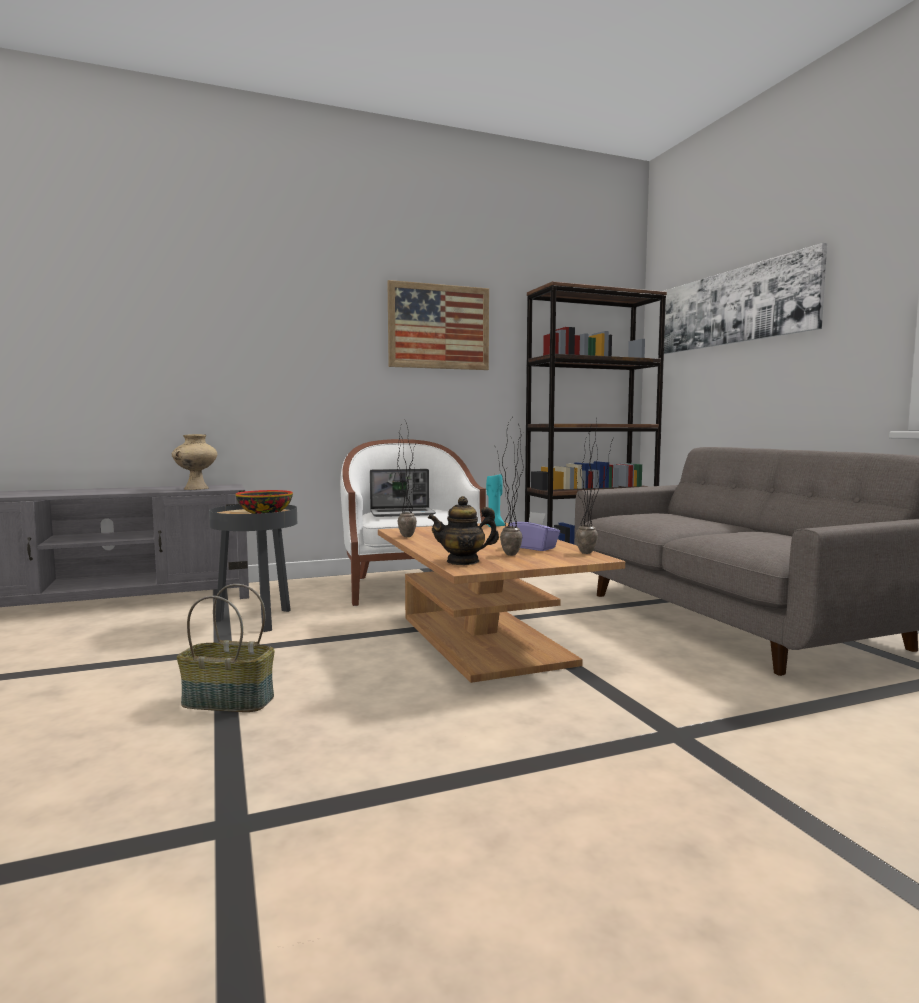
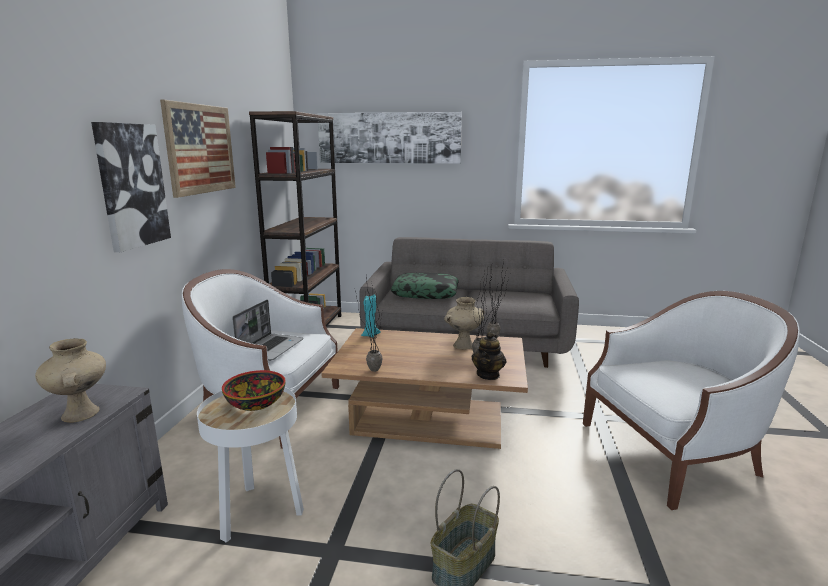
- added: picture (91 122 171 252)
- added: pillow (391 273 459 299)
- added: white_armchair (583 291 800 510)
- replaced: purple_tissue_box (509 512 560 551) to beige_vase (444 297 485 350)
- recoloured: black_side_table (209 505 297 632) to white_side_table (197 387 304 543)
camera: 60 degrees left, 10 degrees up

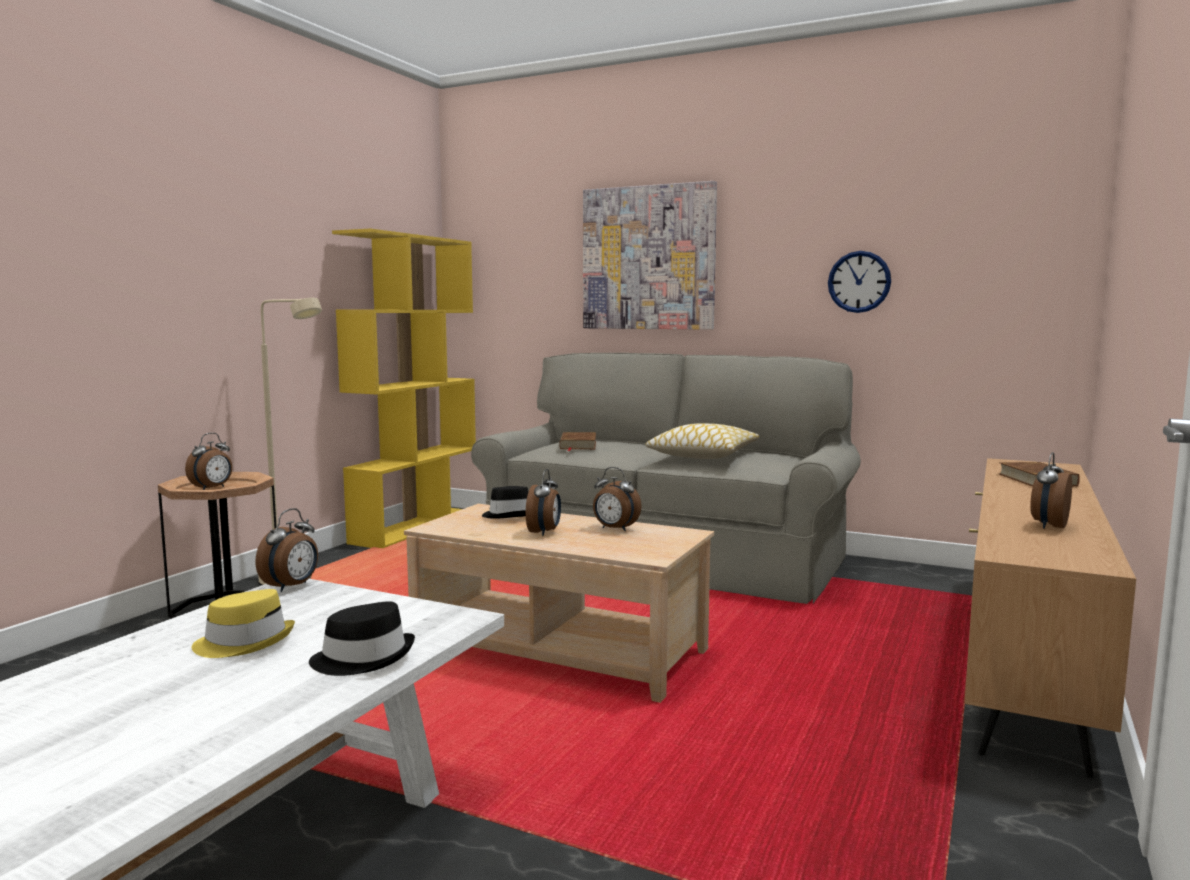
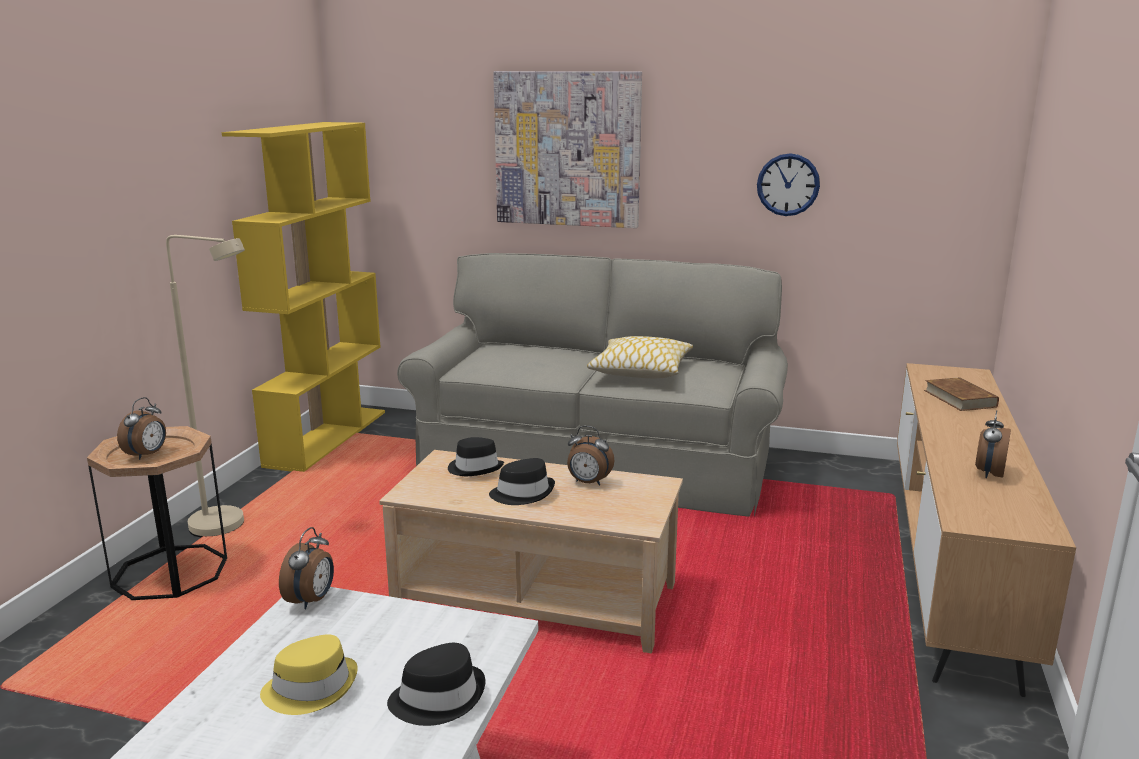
- removed: brown_book (559 432 596 451)
- replaced: alarm_clock (526 469 561 536) to black_hat (489 458 555 505)
camera: 10 degrees left, 10 degrees up

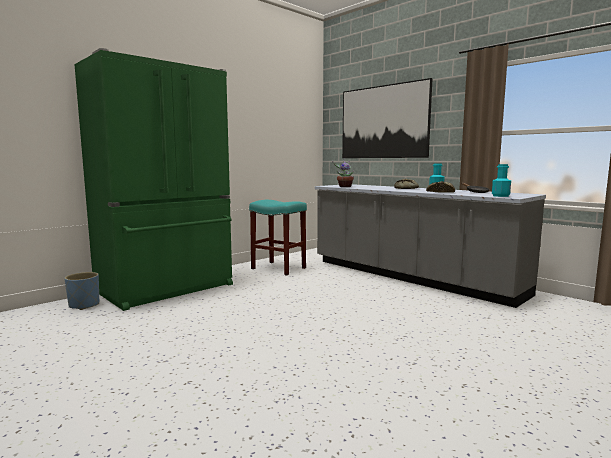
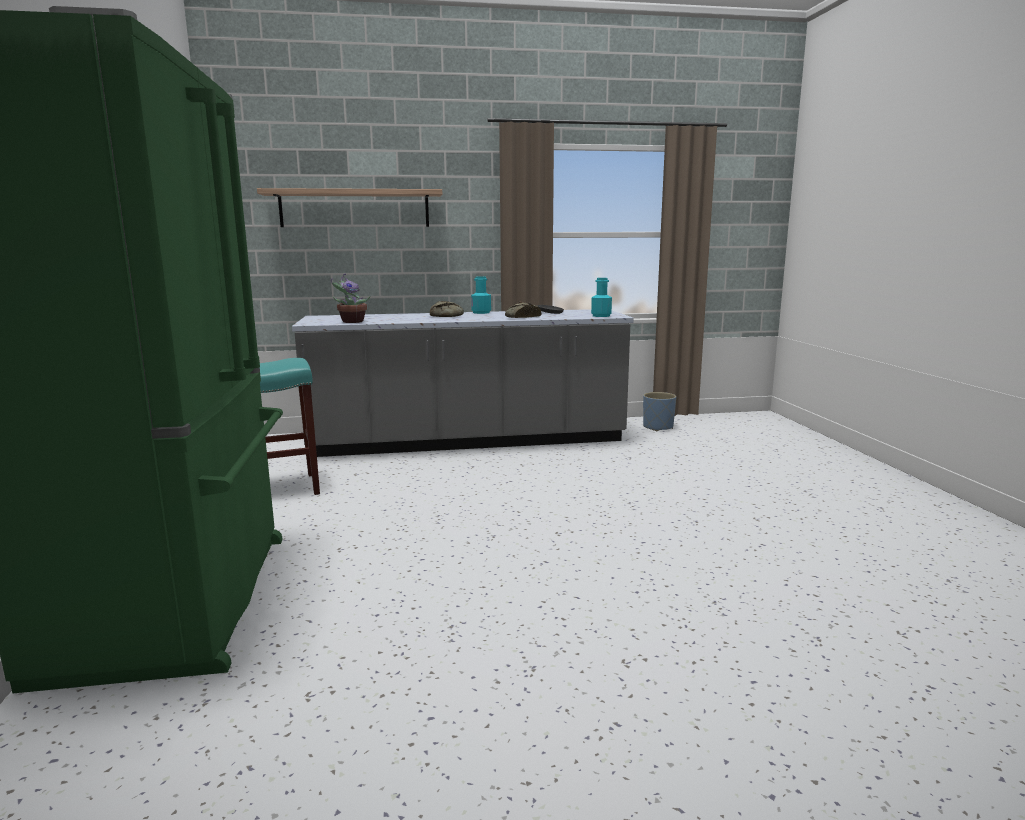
- moved: blue_planter (64 272 99 310) to (643 392 676 431)
- replaced: picture (342 78 433 158) to shelf (257 188 442 227)
camera: 55 degrees left, 5 degrees up

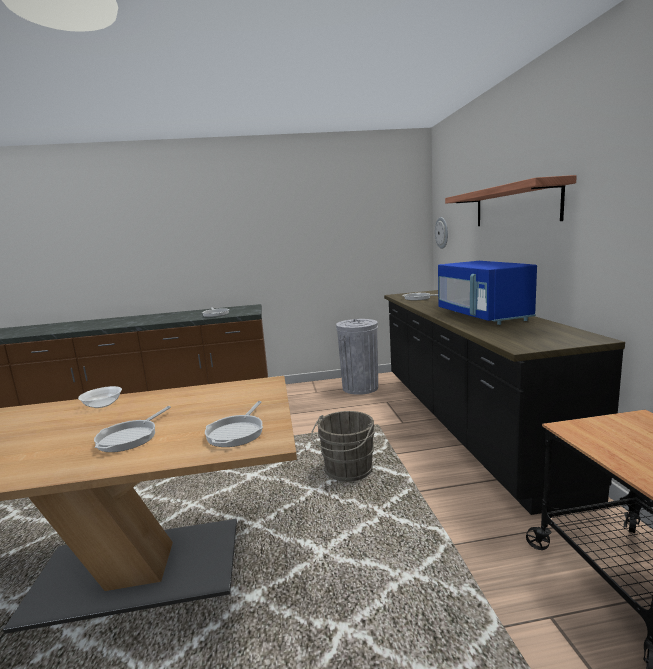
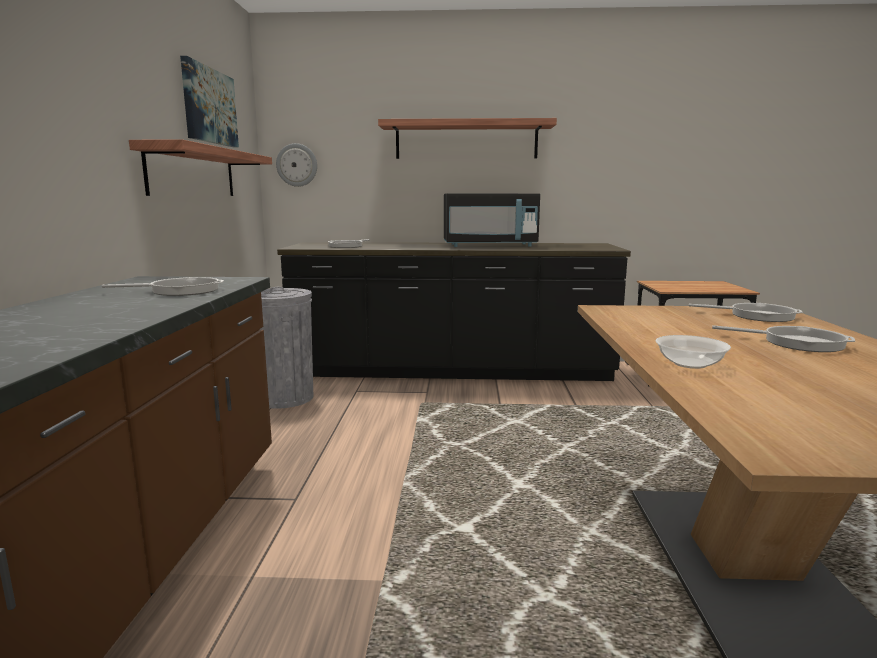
- removed: grey_bucket (311 411 375 482)
- added: shelf (129 139 272 196)
- added: picture (180 56 239 147)
- recoloured: blue_microwave (438 261 537 325) to black_microwave (444 193 540 247)
camera: 80 degrees left, 0 degrees up

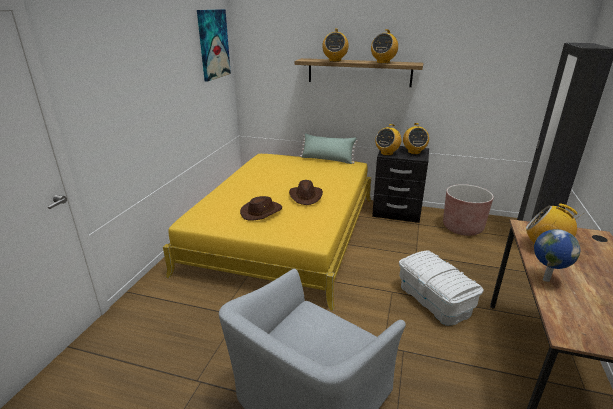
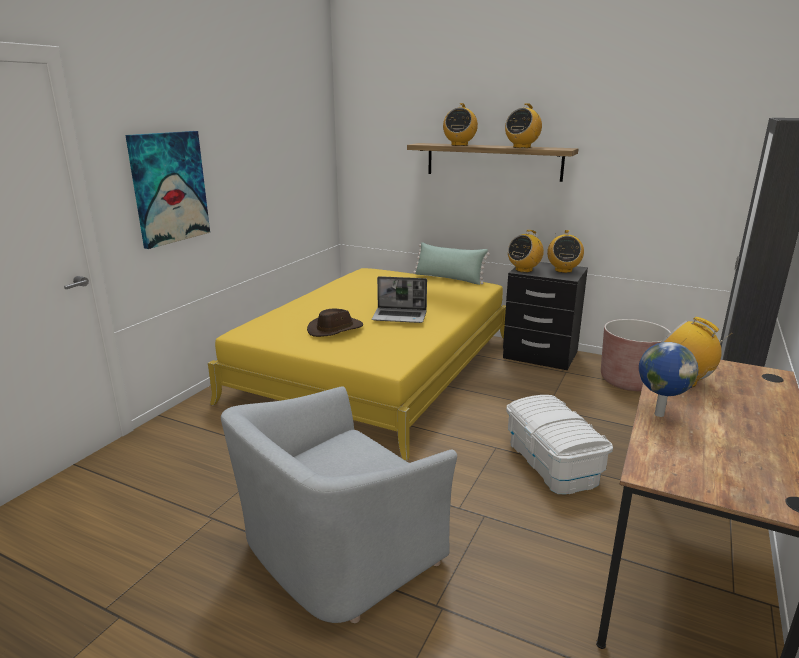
- moved: picture (197 9 231 82) to (125 131 210 249)
- replaced: brown_hat (289 180 323 205) to laptop (372 276 427 323)
camera: 10 degrees right, 5 degrees down

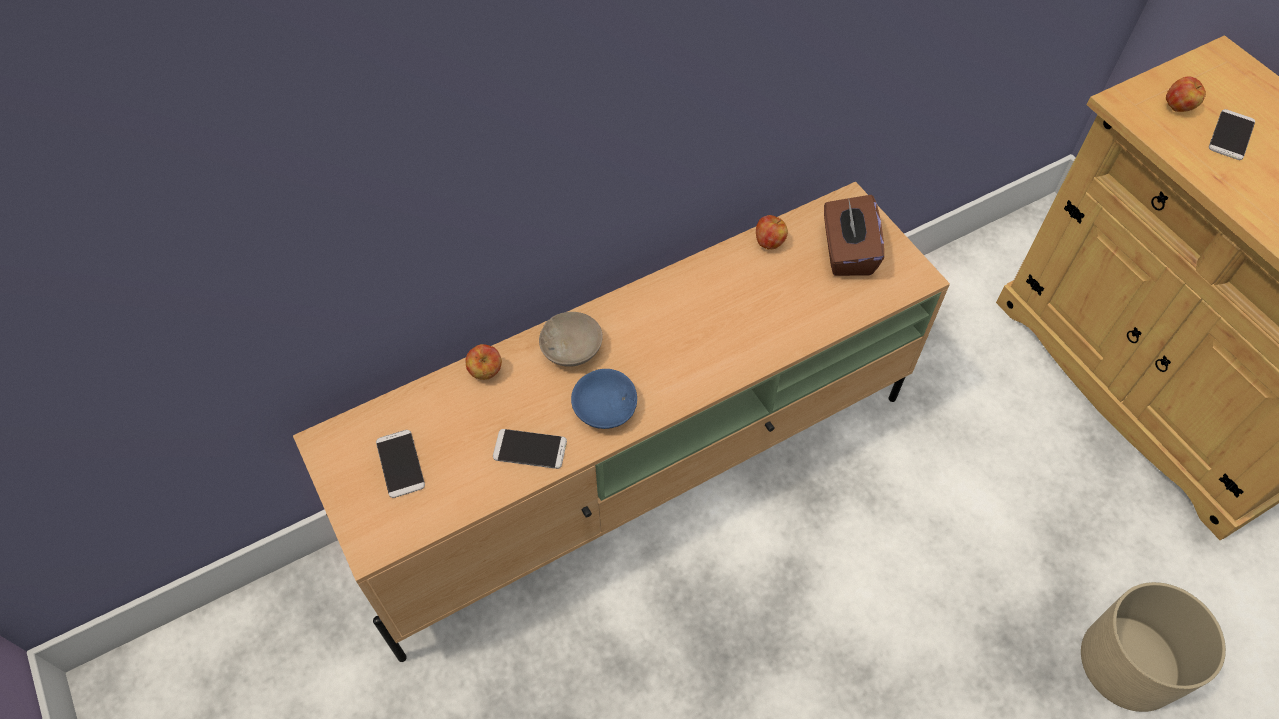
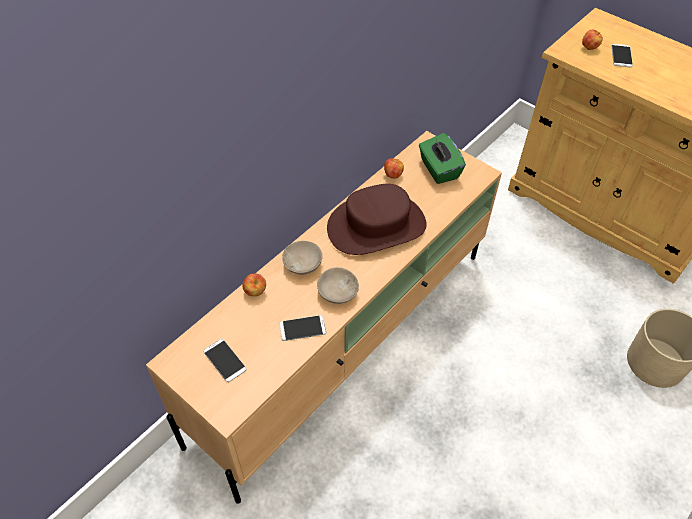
- added: brown_hat (327 184 427 255)
- recoloured: blue_bowl (571 369 637 429) to beige_bowl (317 267 359 304)
- recoloured: brown_tissue_box (824 195 884 276) to green_tissue_box (419 133 466 184)
camera: 20 degrees left, 5 degrees down

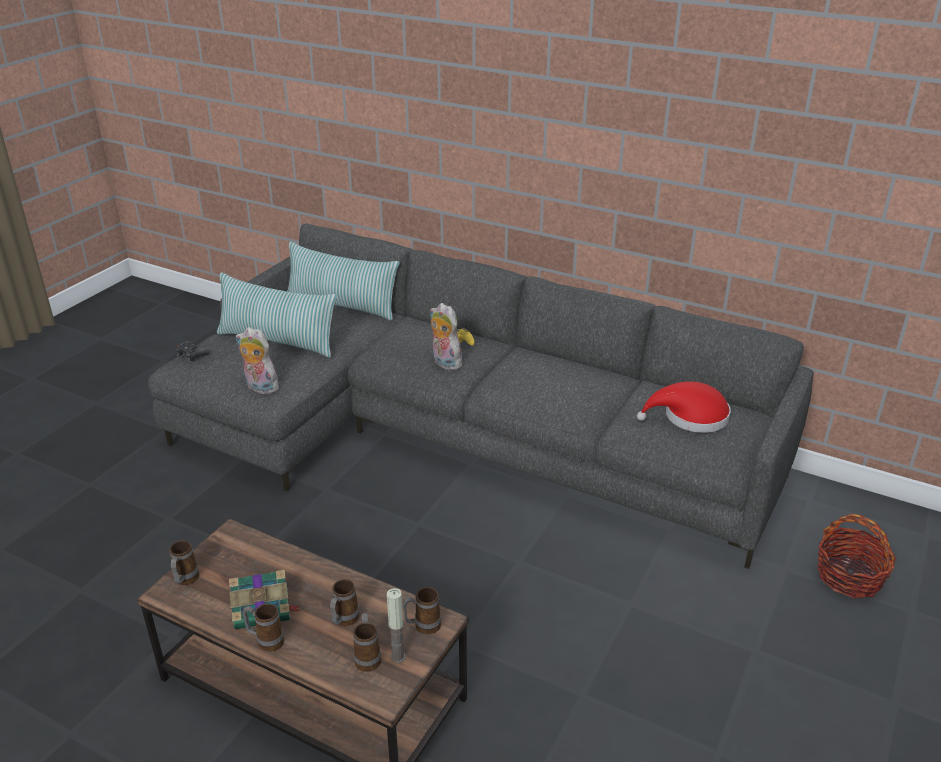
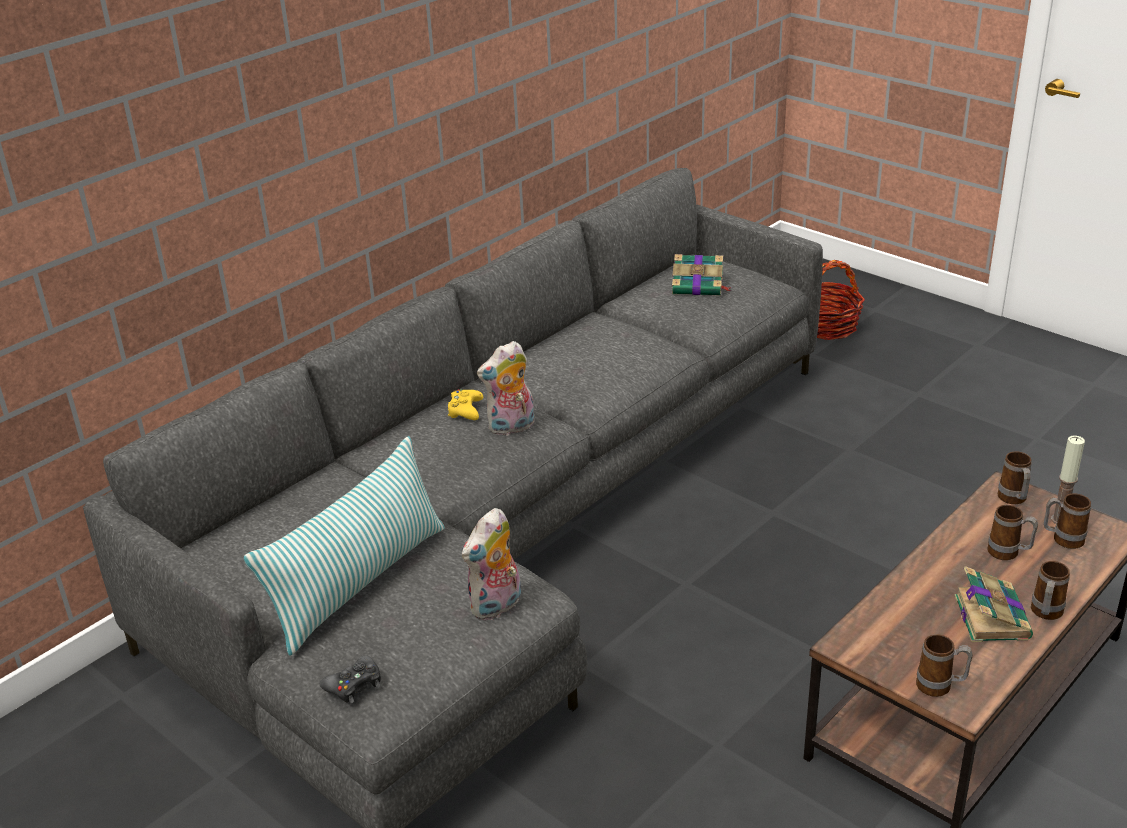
- removed: pillow (287 241 400 321)
- replaced: red_hat (637 381 731 433) to book (672 254 731 296)
camera: 75 degrees left, 0 degrees up

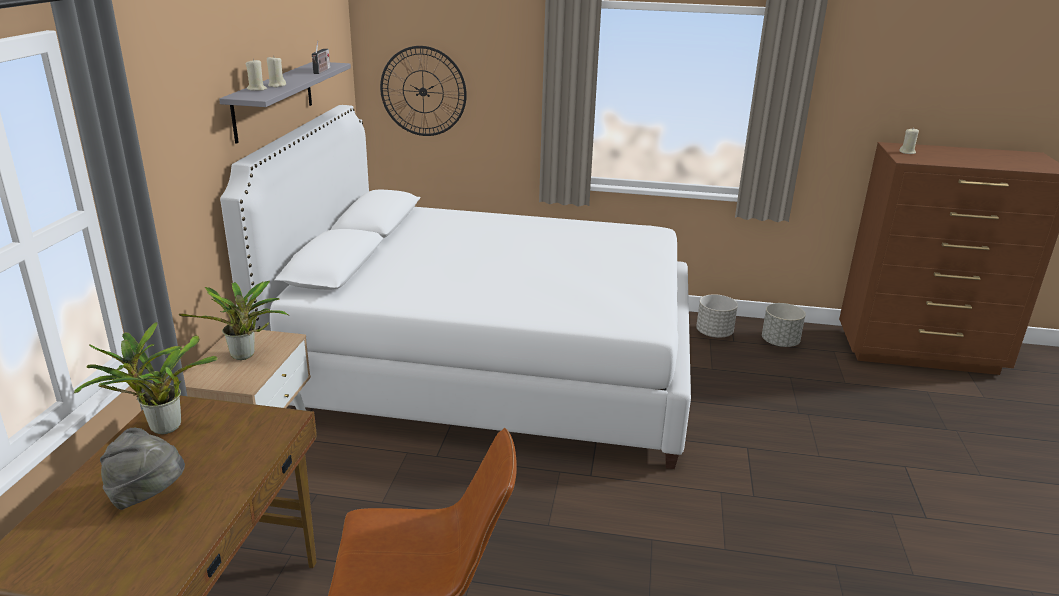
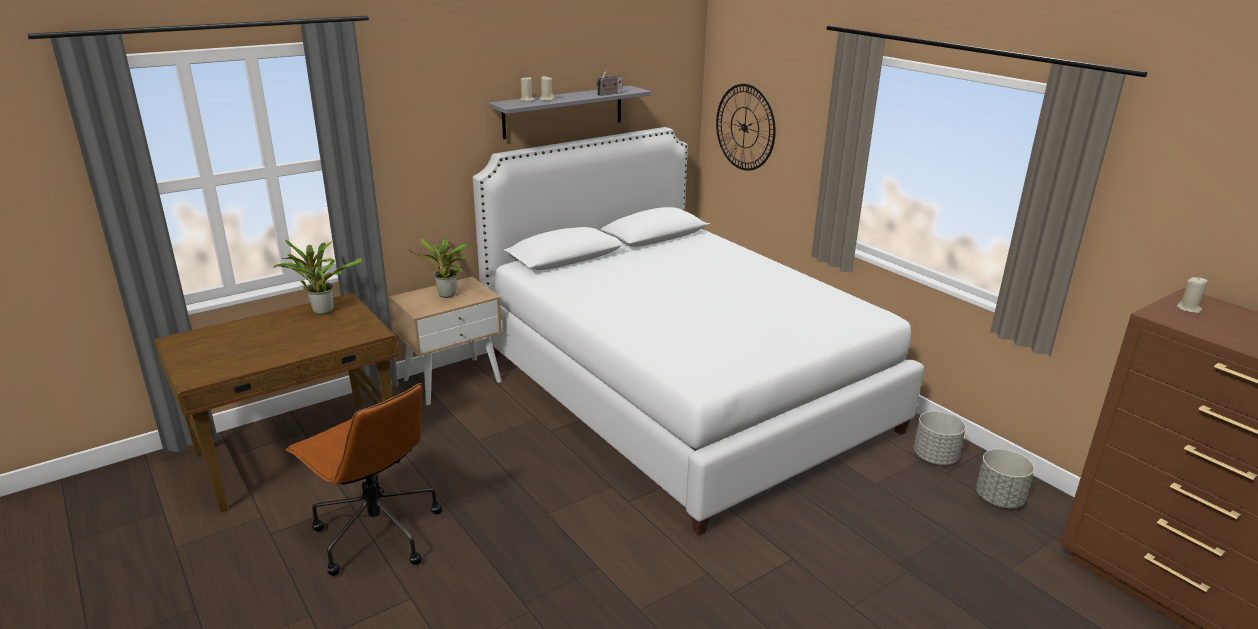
- removed: grey_hat (100 428 185 510)
camera: 45 degrees right, 0 degrees up

